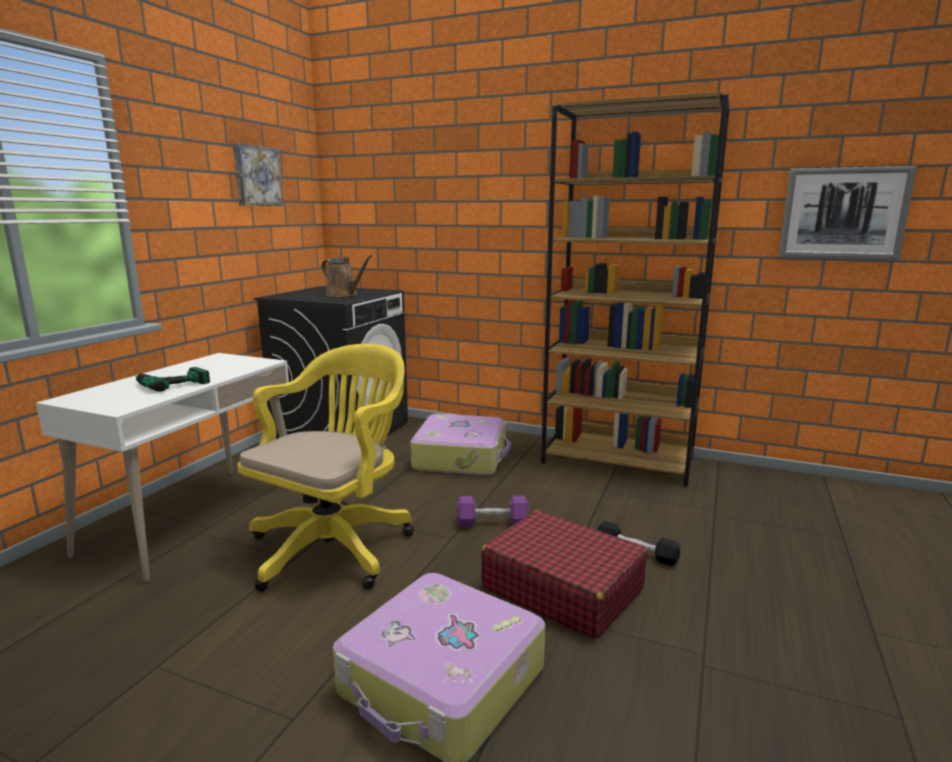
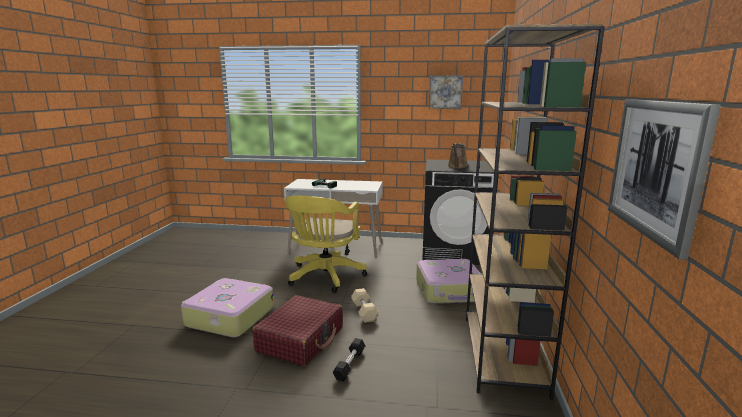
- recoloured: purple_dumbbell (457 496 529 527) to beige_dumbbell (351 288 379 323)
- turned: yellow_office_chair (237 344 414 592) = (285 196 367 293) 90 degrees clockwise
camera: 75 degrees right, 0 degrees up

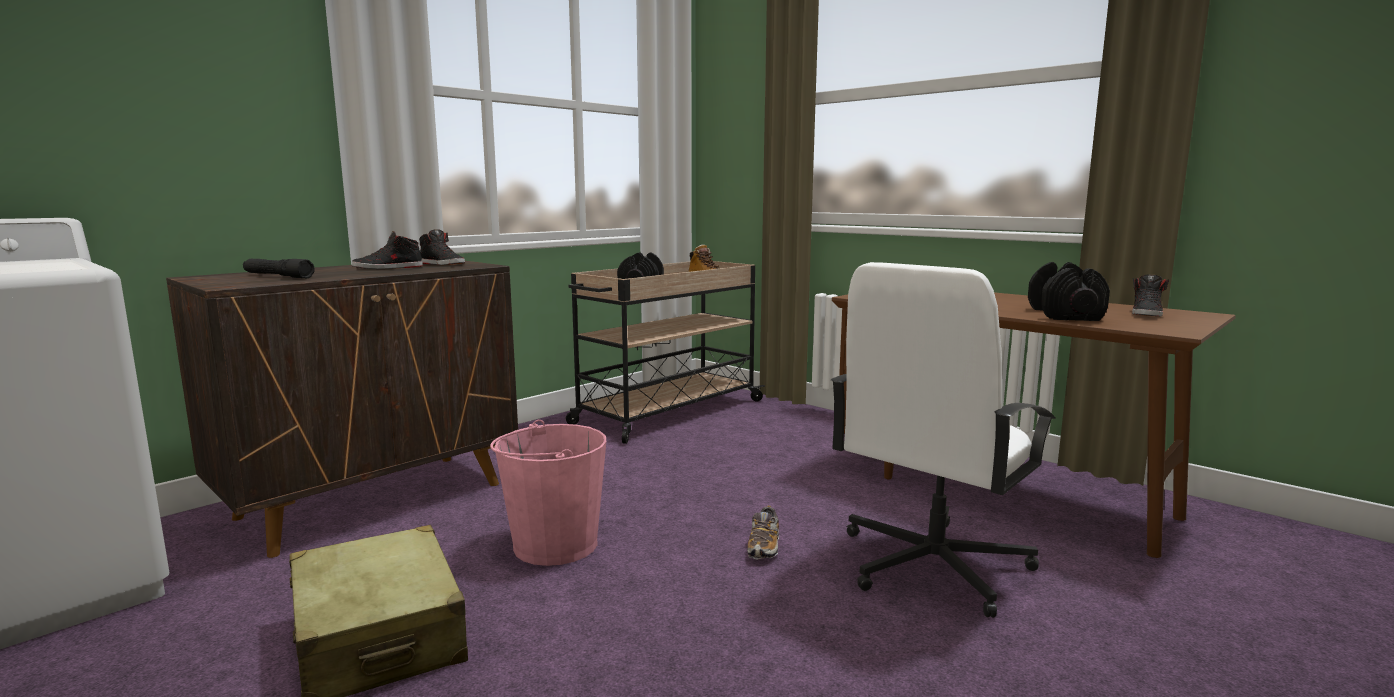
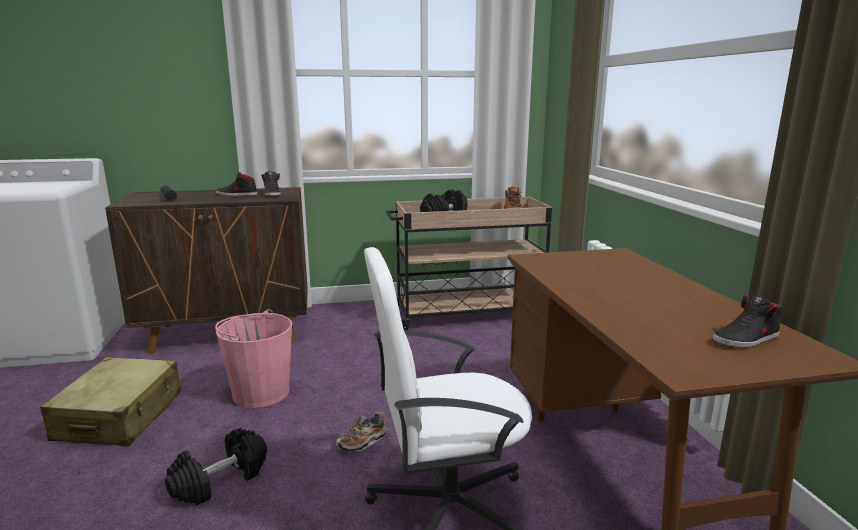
- moved: black_dumbbell (1028 262 1110 321) to (165 428 267 506)
camera: 35 degrees right, 5 degrees up

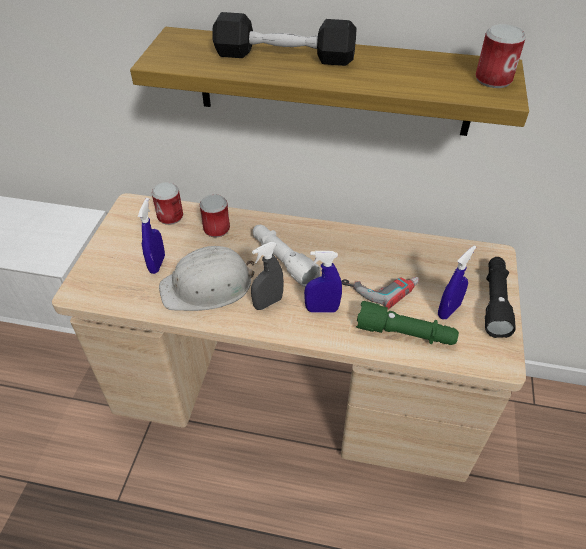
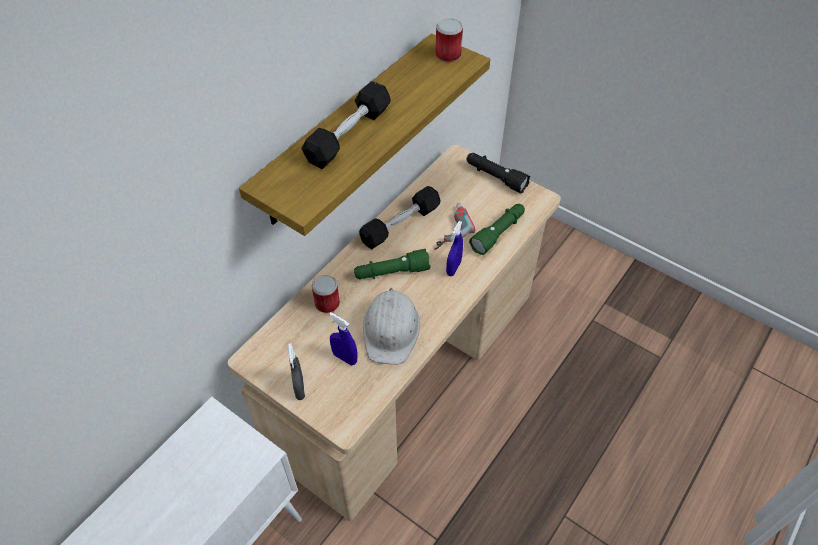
- removed: can (152 182 183 225)
- removed: blue_spray_bottle (438 245 476 319)
- added: black_dumbbell (359 186 441 249)
- moved: grey_spray_bottle (251 242 284 310) to (288 343 305 400)
- recoloured: white_flashlight (253 225 320 287) to green_flashlight (354 249 430 279)
camera: 65 degrees left, 5 degrees up

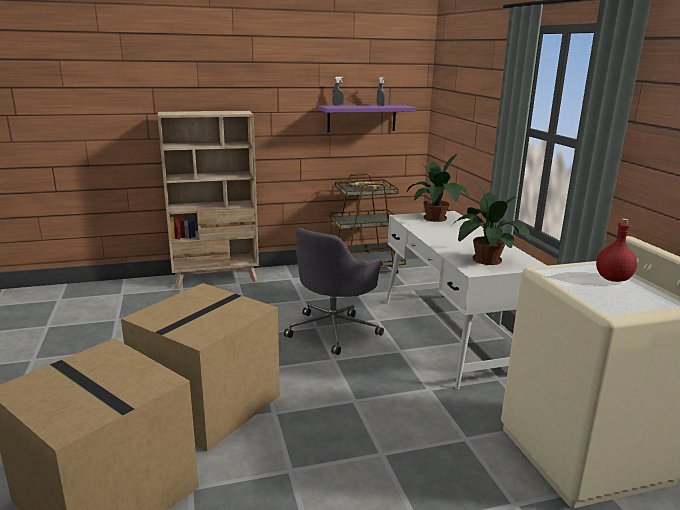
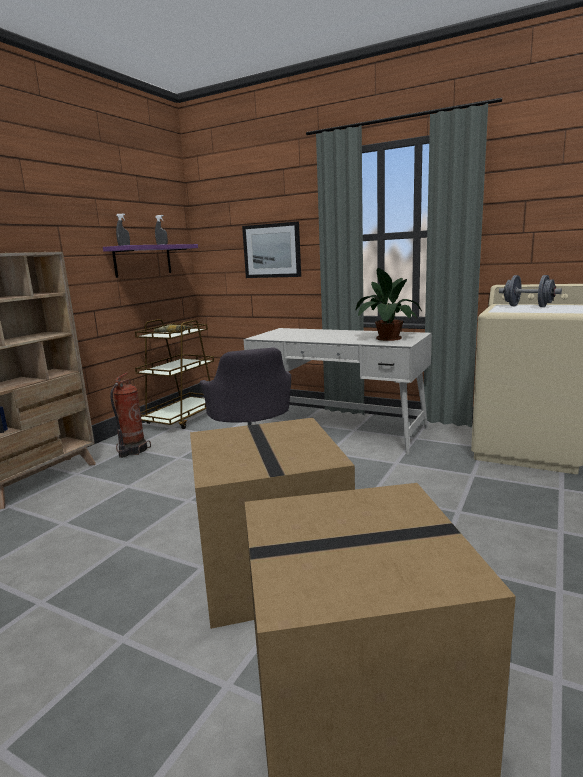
- removed: potted_plant (406 154 470 222)
- added: fire_extinguisher (110 372 151 458)
- added: picture (242 222 301 278)
- replaced: red_bottle (596 219 637 282) to grey_dumbbell (499 275 562 307)
camera: 45 degrees left, 5 degrees down

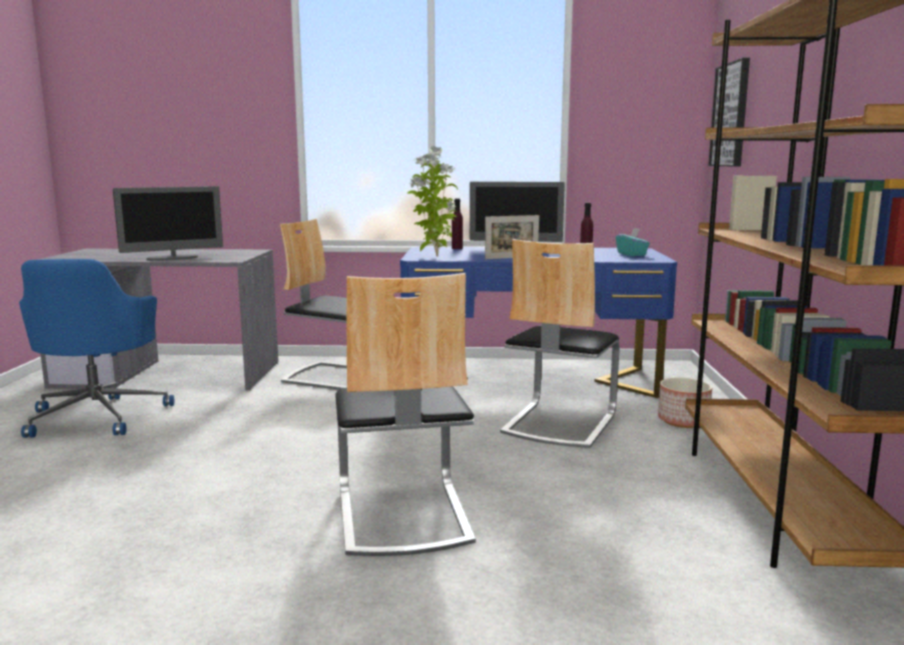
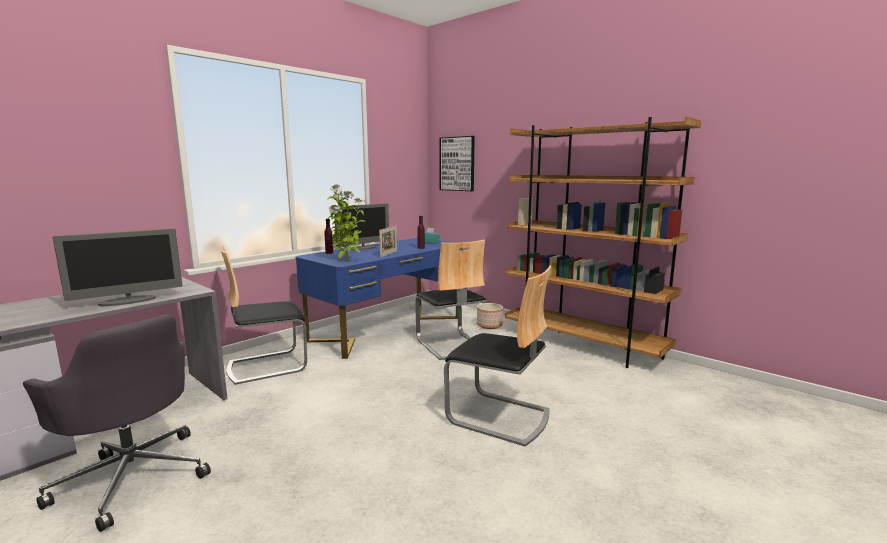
- recoloured: blue_office_chair (19 259 175 438) to grey_office_chair (23 314 211 532)
- turned: monitor (113 186 223 261) = (53 228 182 306) 45 degrees clockwise
camera: 50 degrees left, 0 degrees up

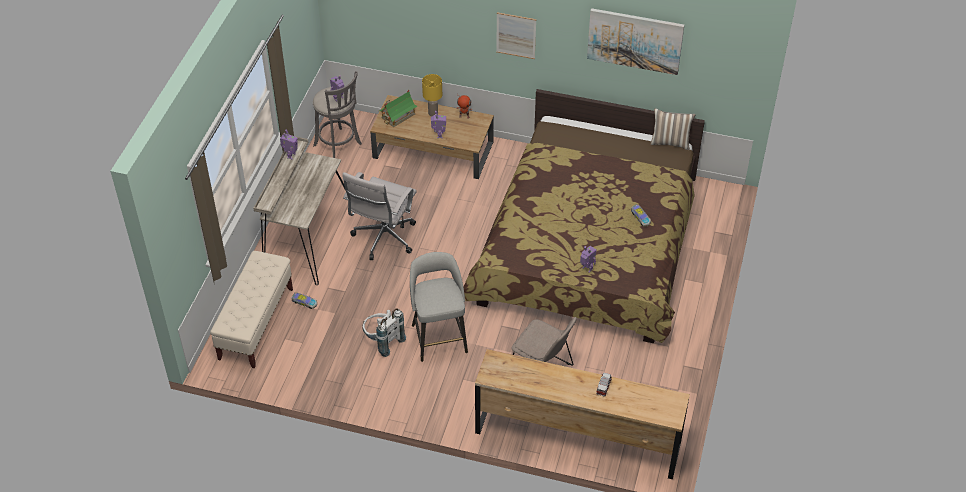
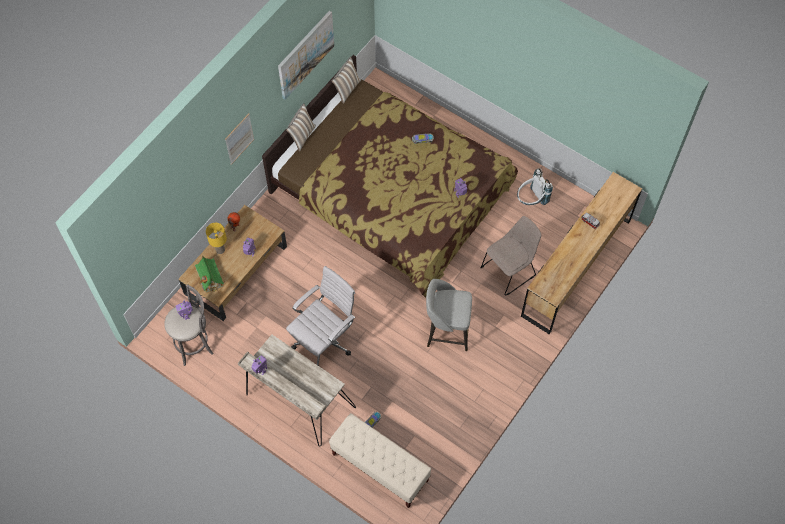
- added: pillow (286 103 316 152)
- moved: white_backpack (363 308 406 357) to (517 168 553 205)
- turned: white_office_chair (343 172 417 260) = (286 266 355 367) 90 degrees counterclockwise
camera: 70 degrees left, 15 degrees up

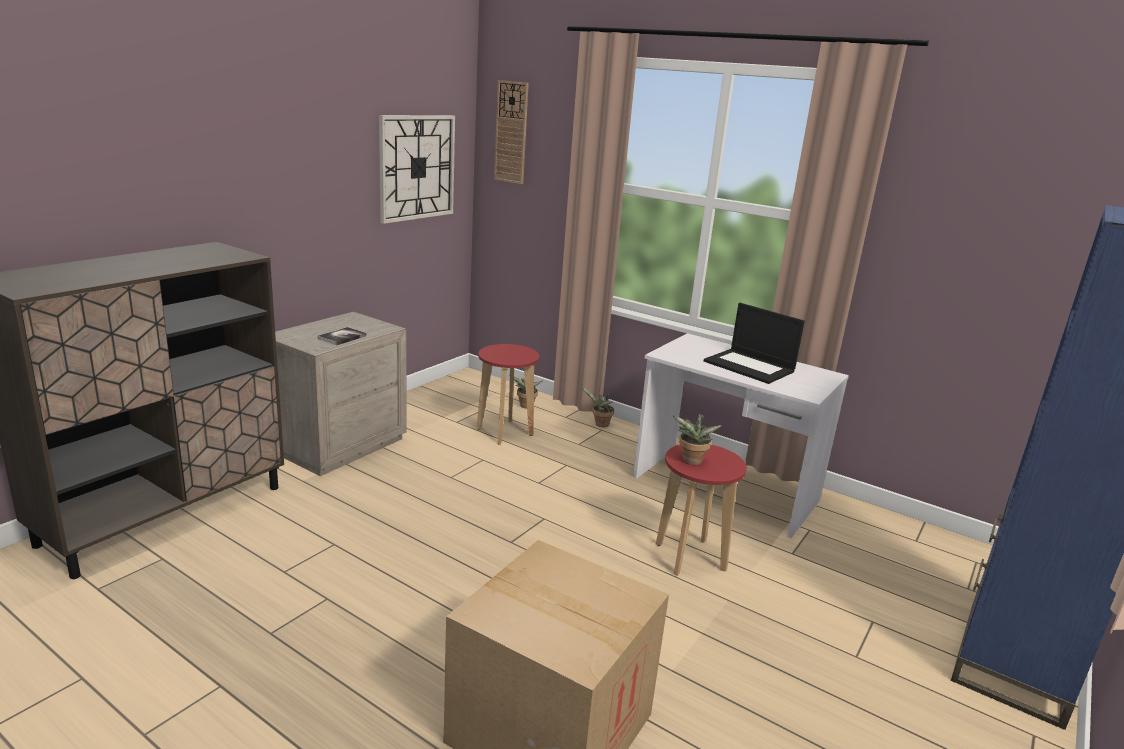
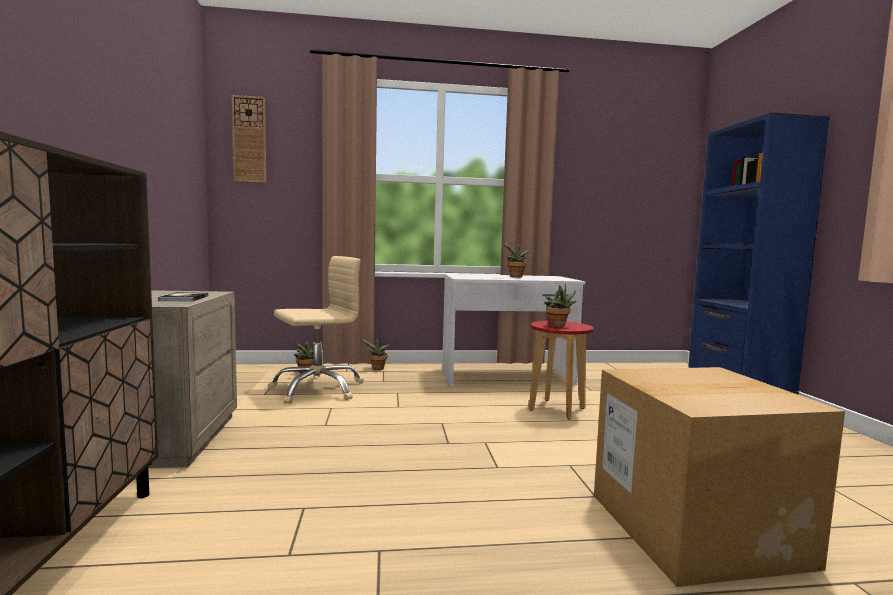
- removed: wall_clock (379 115 455 224)
- replaced: red_stool (477 344 539 445) to beige_office_chair (268 256 364 404)
- replaced: laptop (704 303 805 384) to potted_plant (502 242 532 278)
camera: 40 degrees left, 15 degrees down

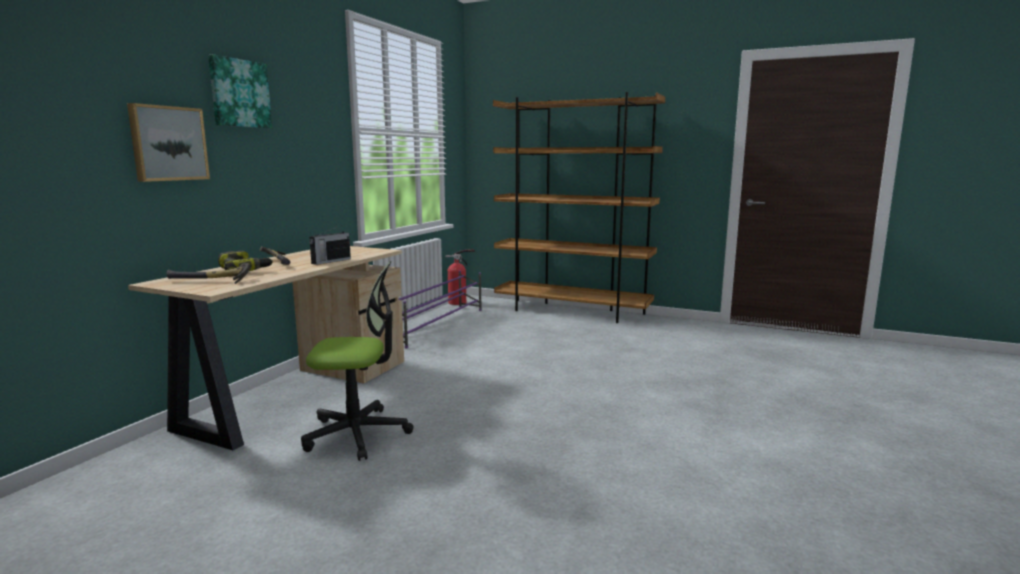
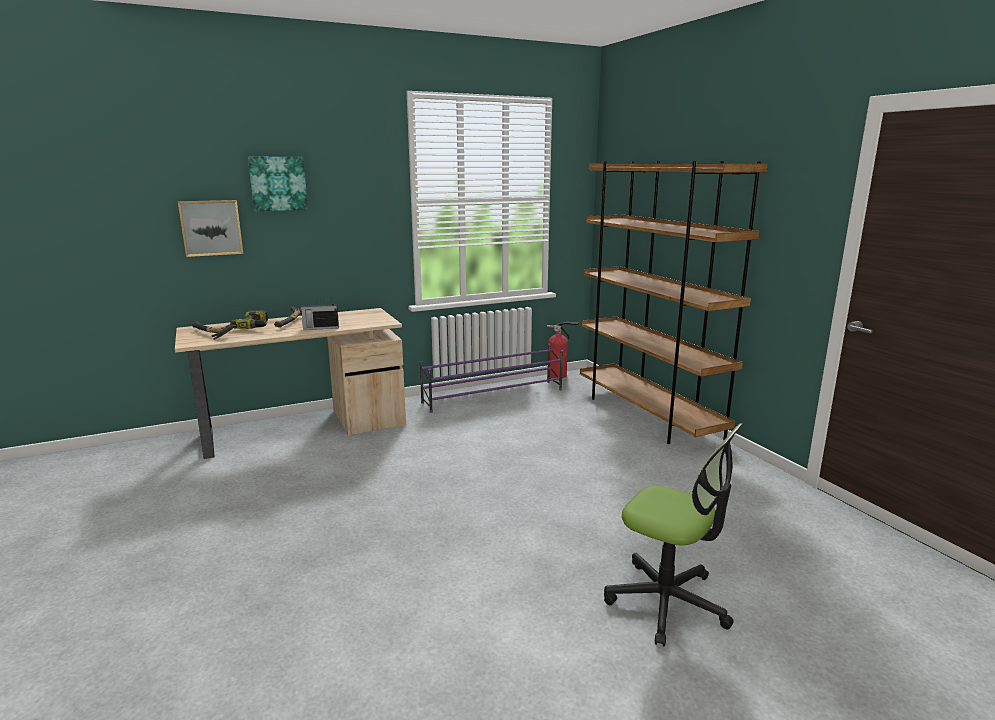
- moved: office_chair (301 261 413 461) to (604 423 743 647)
camera: 40 degrees right, 5 degrees up

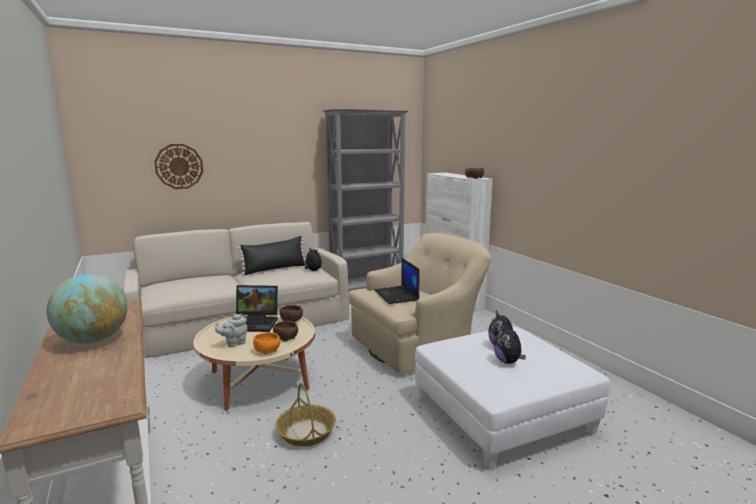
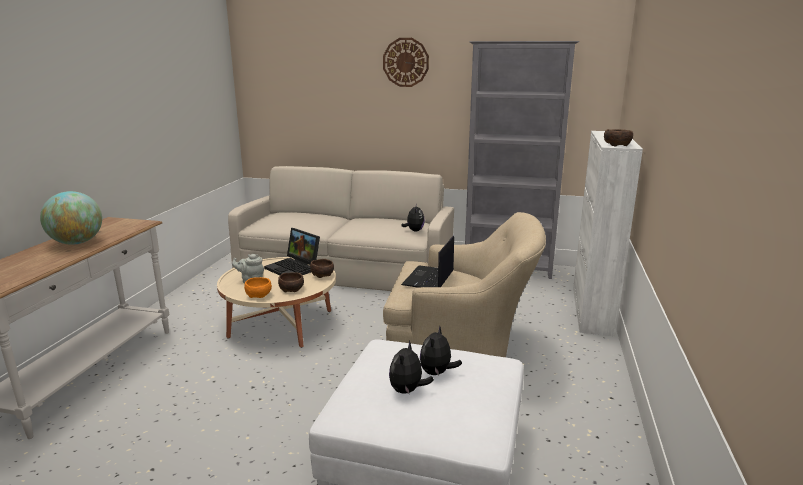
- removed: black_pillow (238 236 306 275)
- removed: basket (275 383 336 447)
- moved: wall_clock (154 144 203 189) to (383 38 429 87)
camera: 40 degrees right, 5 degrees up

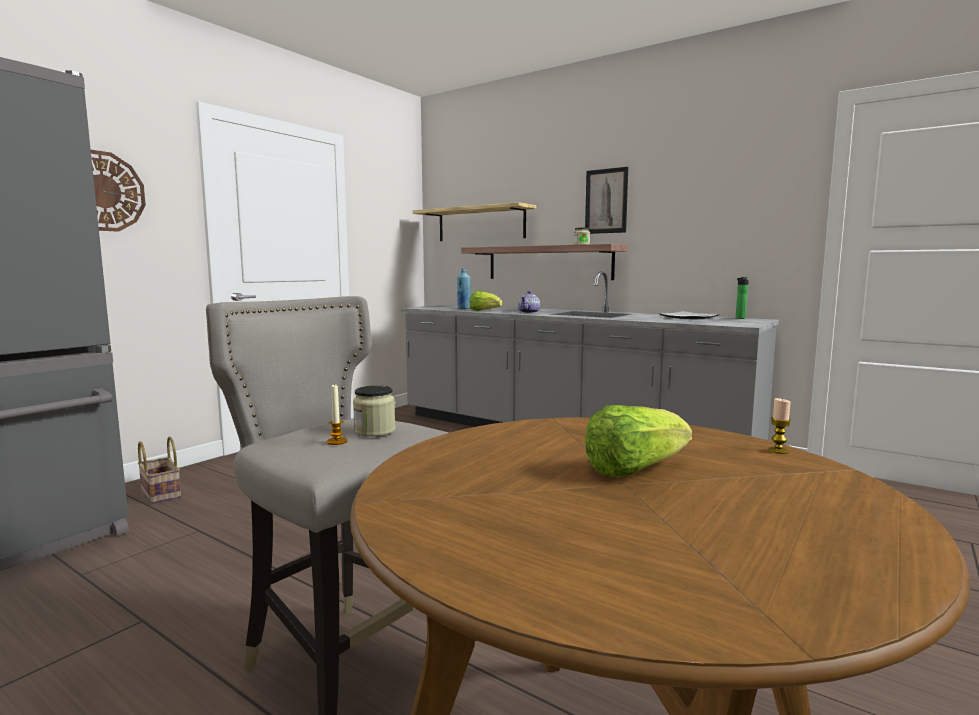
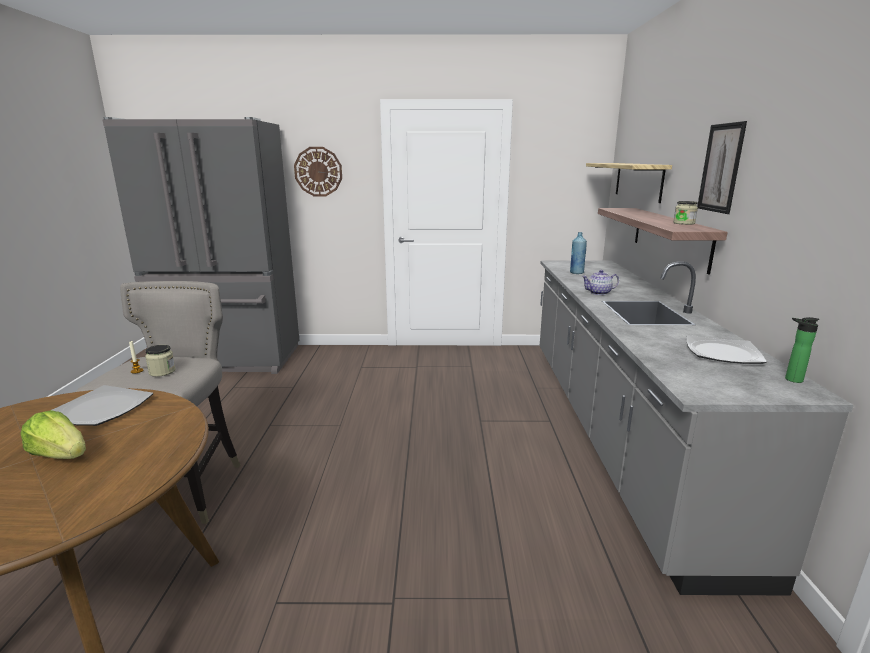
- removed: basket (138 436 181 504)
- removed: lettuce (469 291 503 311)
- removed: candle (768 398 791 454)
- added: plate (52 385 153 426)
camera: 55 degrees right, 10 degrees up

